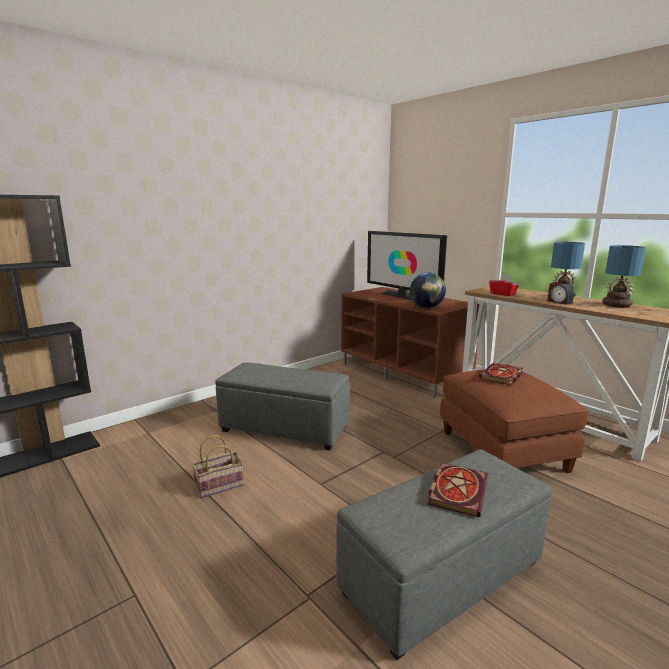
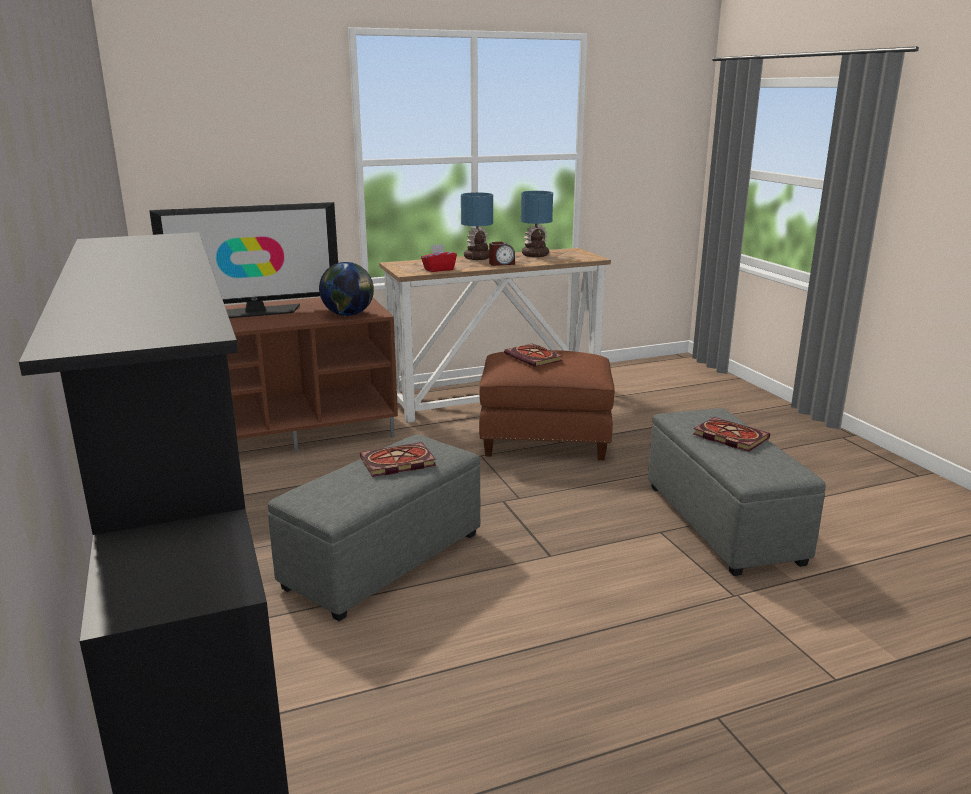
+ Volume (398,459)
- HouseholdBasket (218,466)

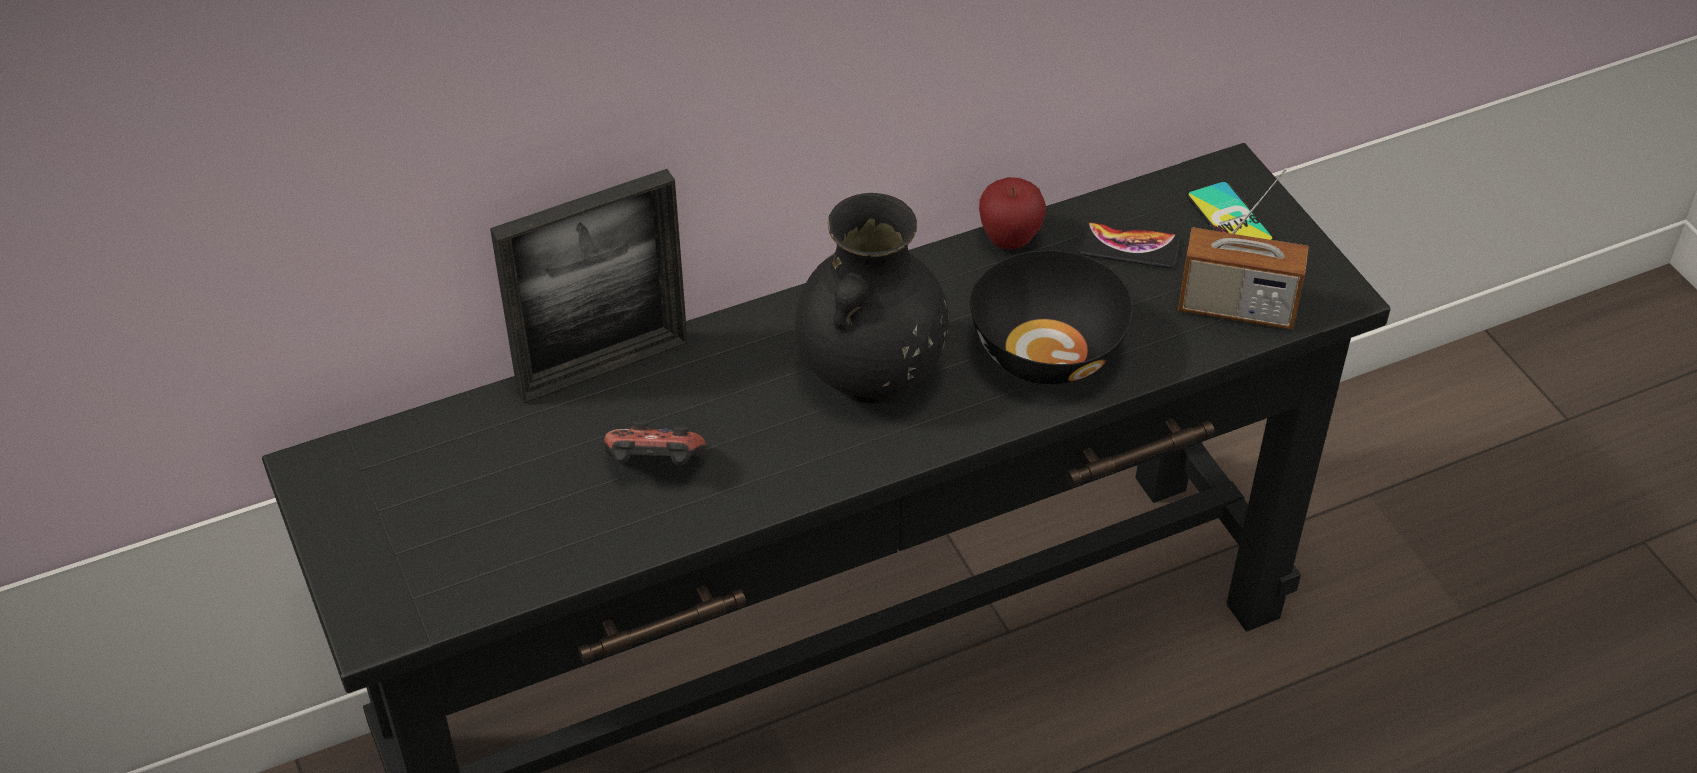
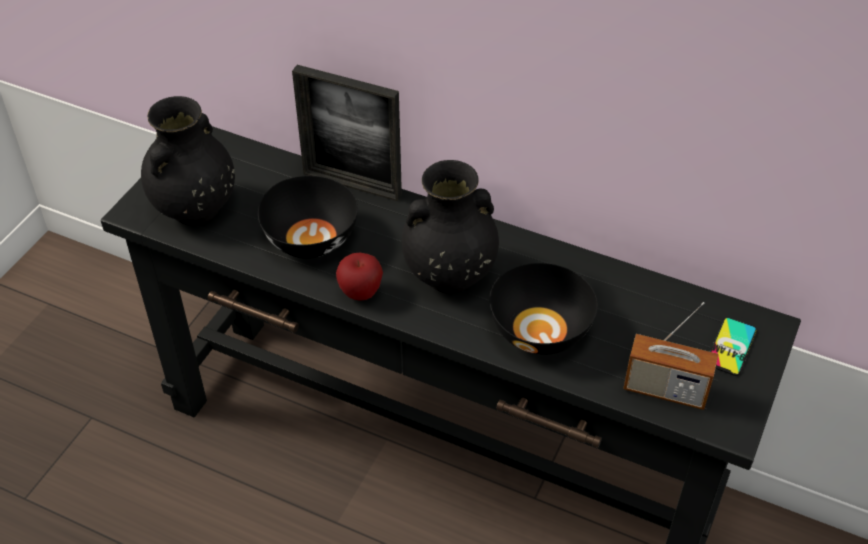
+ BlackFlowerVase (188,160)
~ Joypad (655,443) to BlackServingBowl (308,217)
~ Apple (1012,213) to (359,277)
~ RadioReceiver (1243,249) = (670,356) 45 degrees counterclockwise
- Phone (1128,244)

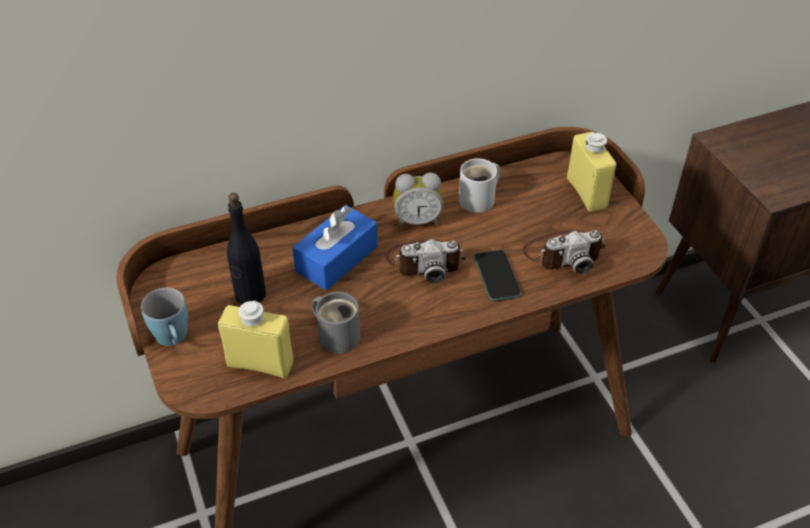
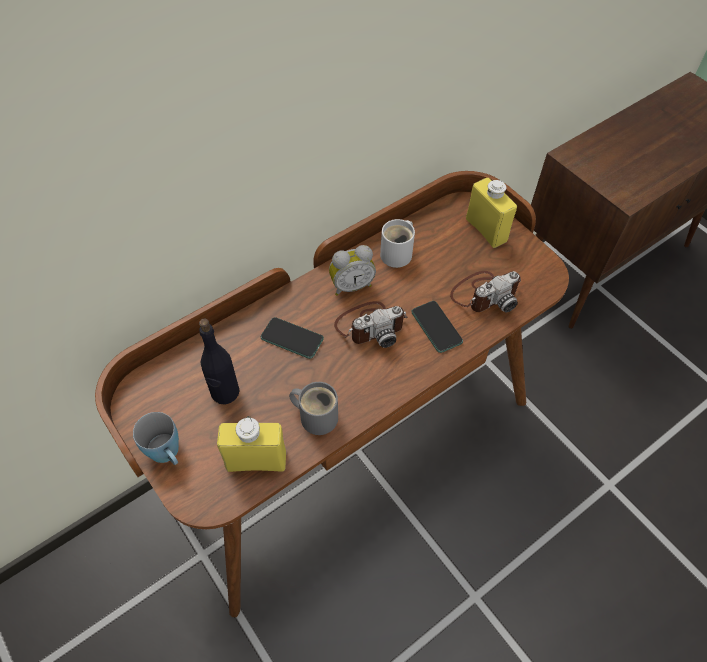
~ BlueTissueHolder (335,247) to Phone (292,338)

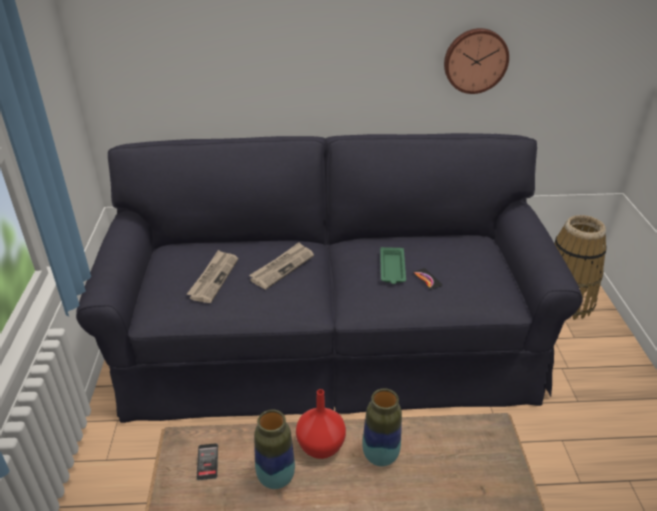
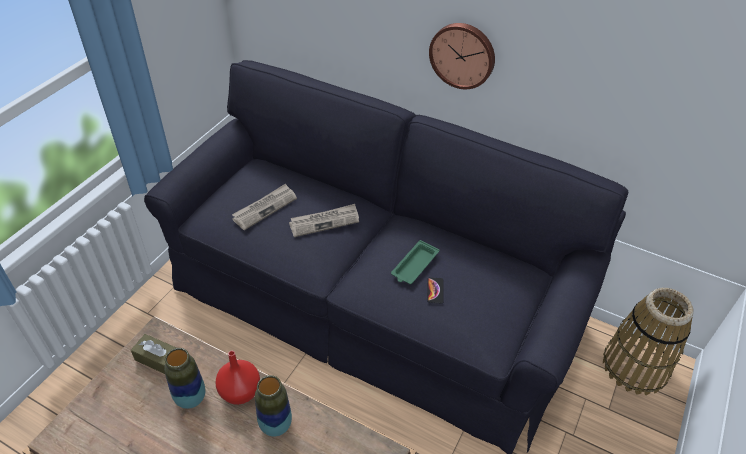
~ Phone (207,461) to BrownishTissueHolder (153,354)
~ WallClock (476,61) to (462,56)

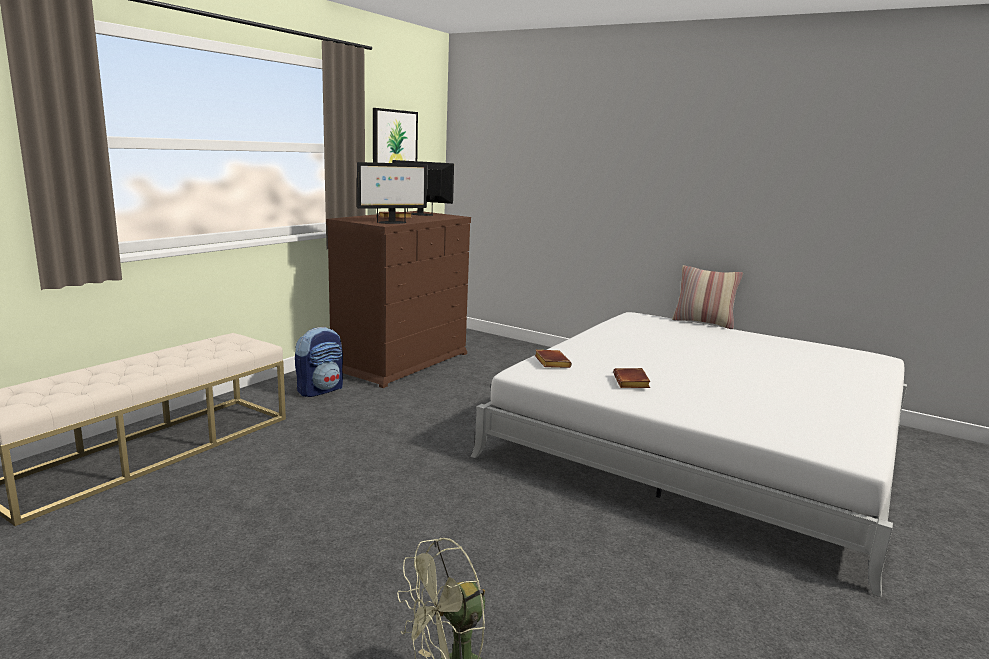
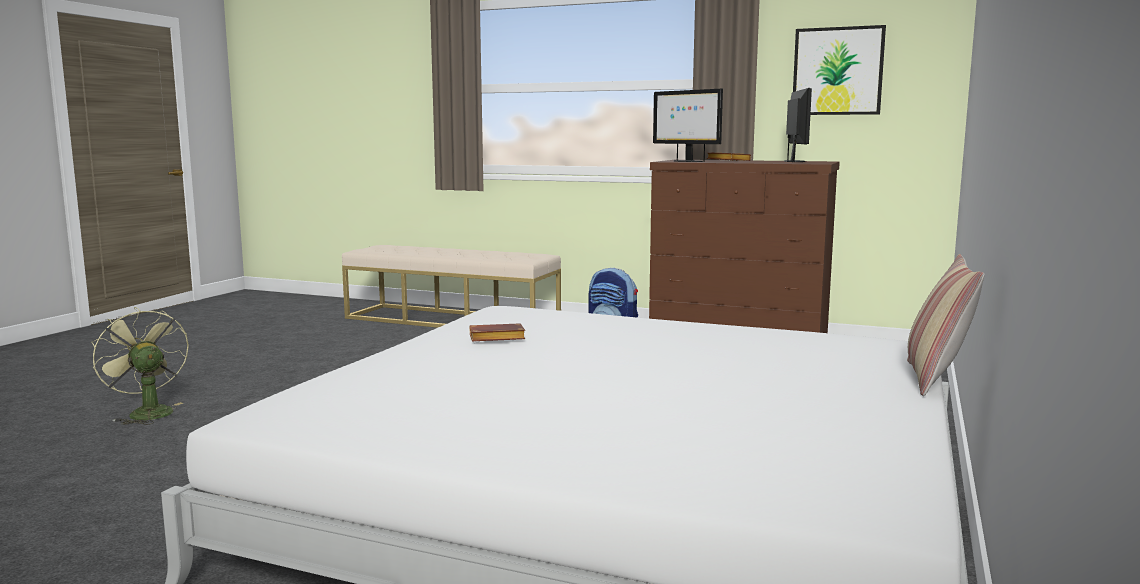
- BrownishVolume (553,359)

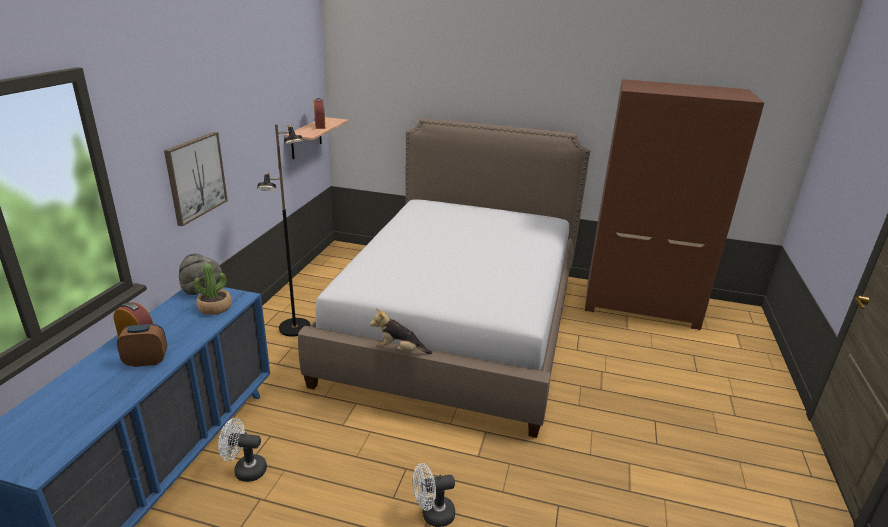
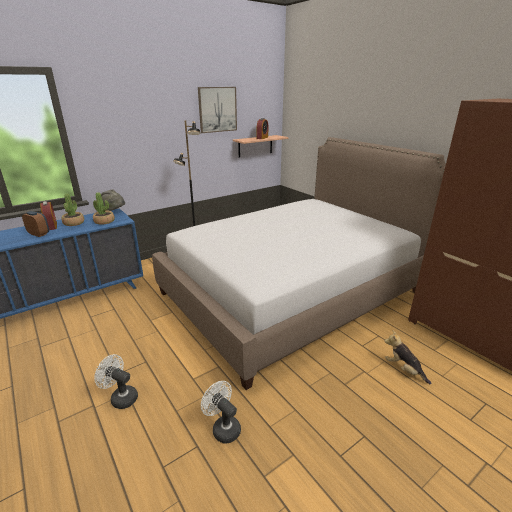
+ Houseplant (72,209)
~ WallArt (196,179) to (217,110)
~ WhiteColouredFan (242,450) to (221,412)
~ PlushToy (401,331) to (408,357)

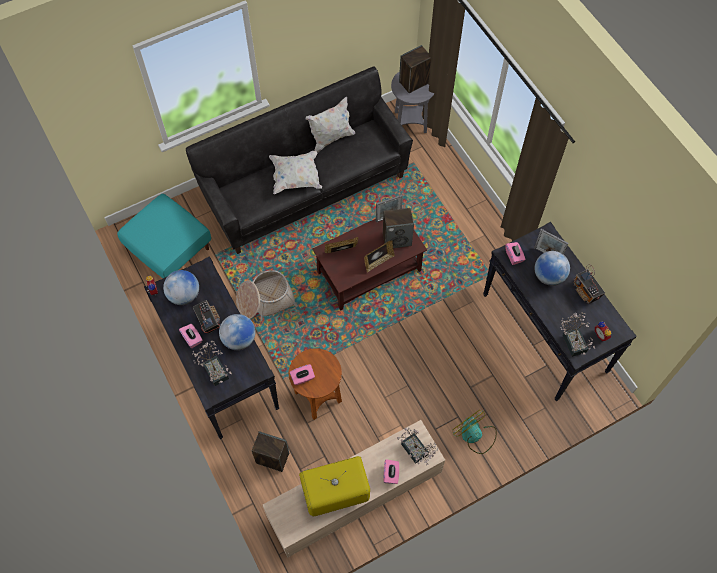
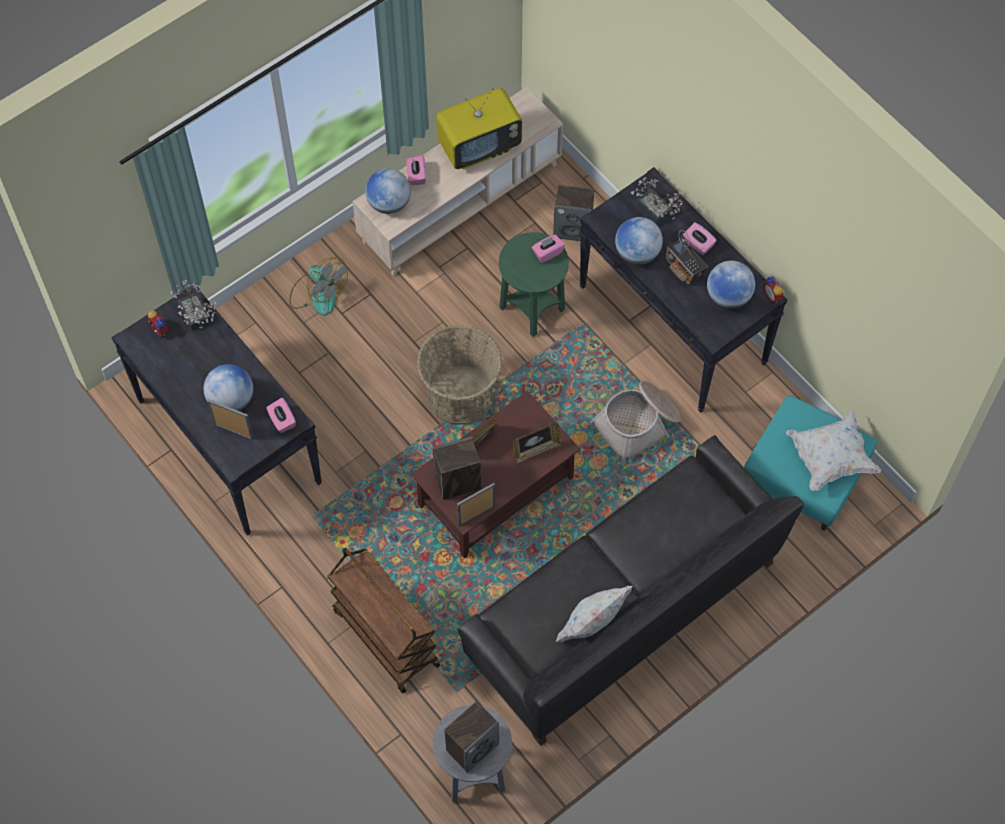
+ BrownishWheeledCart (383,620)
~ Houseplant (417,446) to DeskGlobe (388,191)
+ HouseholdBasket (459,374)
~ BrownishEndTable (315,384) to GreenishEndTable (534,284)
~ WhiteColouredPillow (295,172) to (833,451)
- RadioReceiver (589,284)

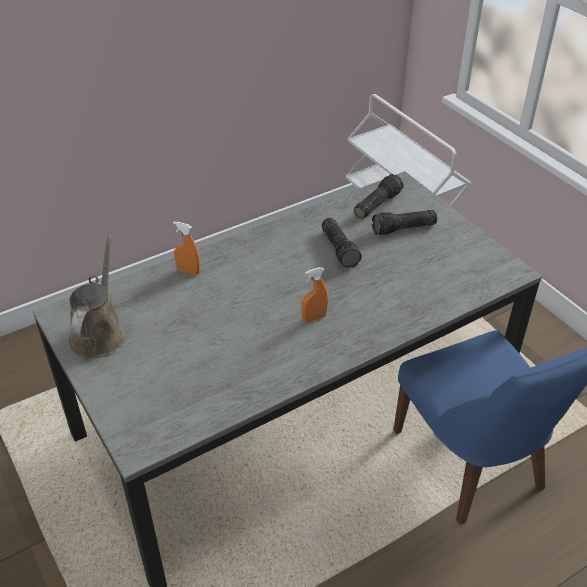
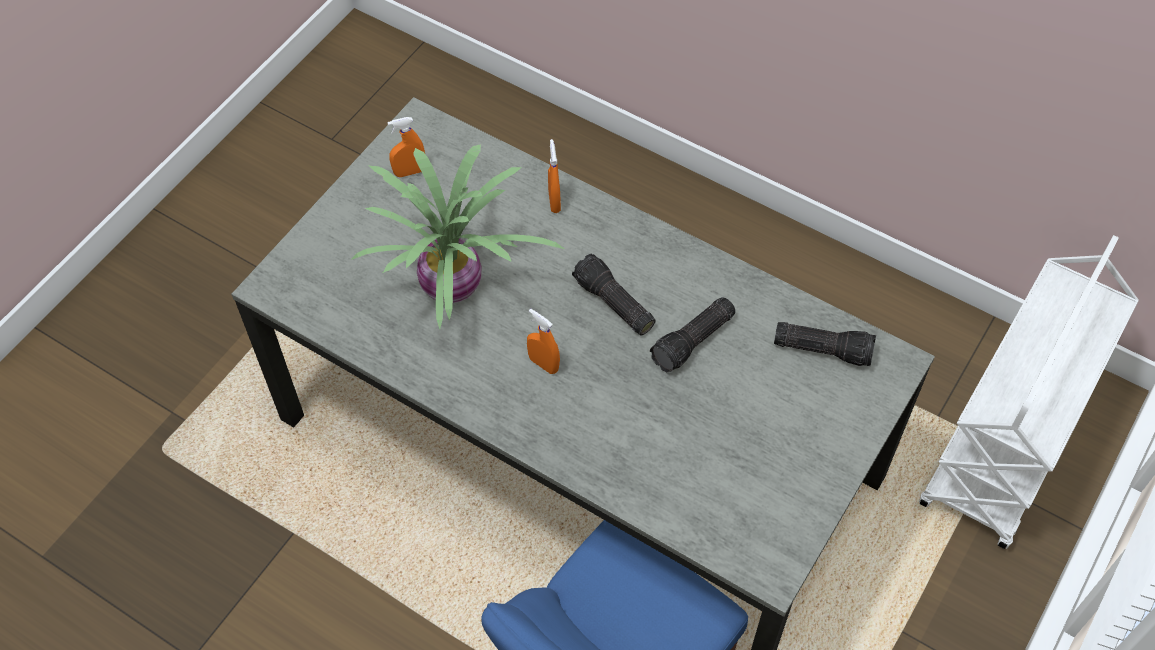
+ Houseplant (457,236)
~ BrownishWateringPot (97,295) to OrangeHandSprayer (406,147)
~ Torch (404,222) to (614,295)

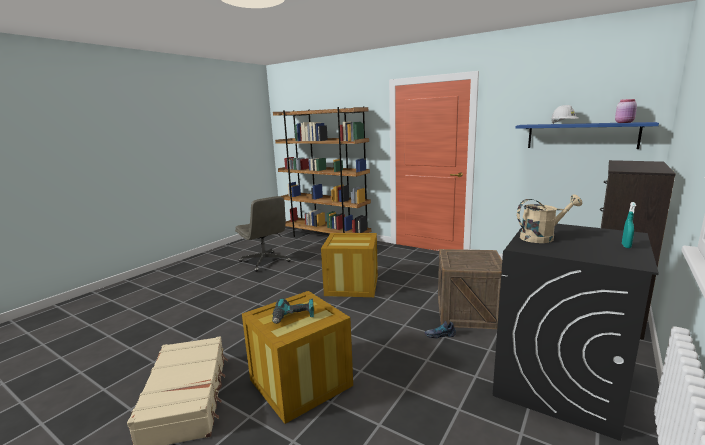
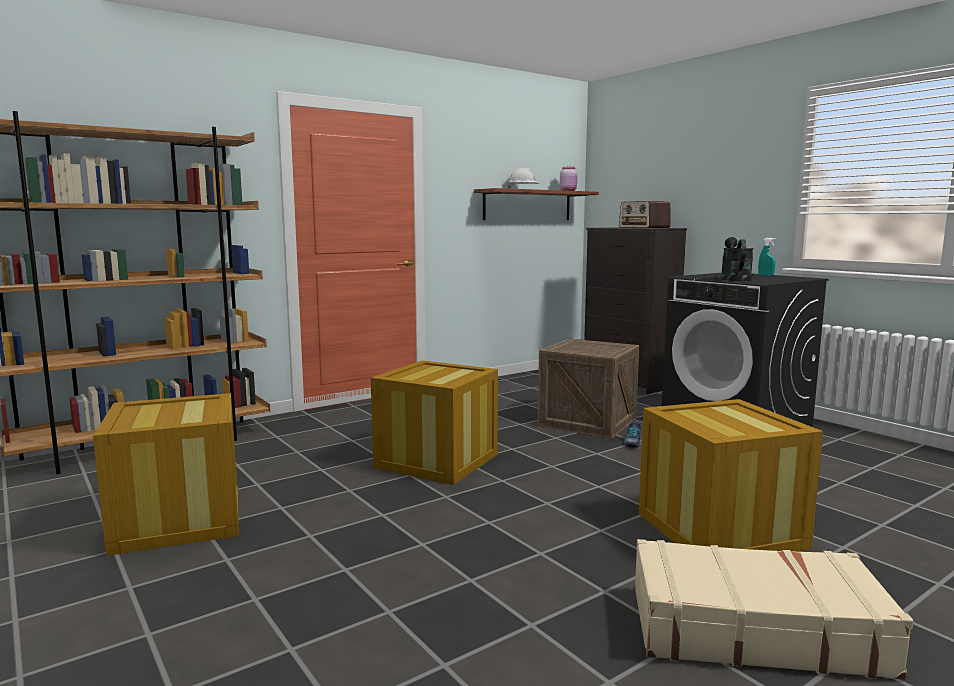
~ GreyComputerChair (263,234) to ShippingCrate (166,474)
~ BlueBracketShelf (587,135) to BrownishBracketShelf (536,204)
+ RadioReceiver (645,214)
~ BeigeColouredWateringPot (549,218) to BlackWateringPot (737,259)
- PowerDrill (293,311)

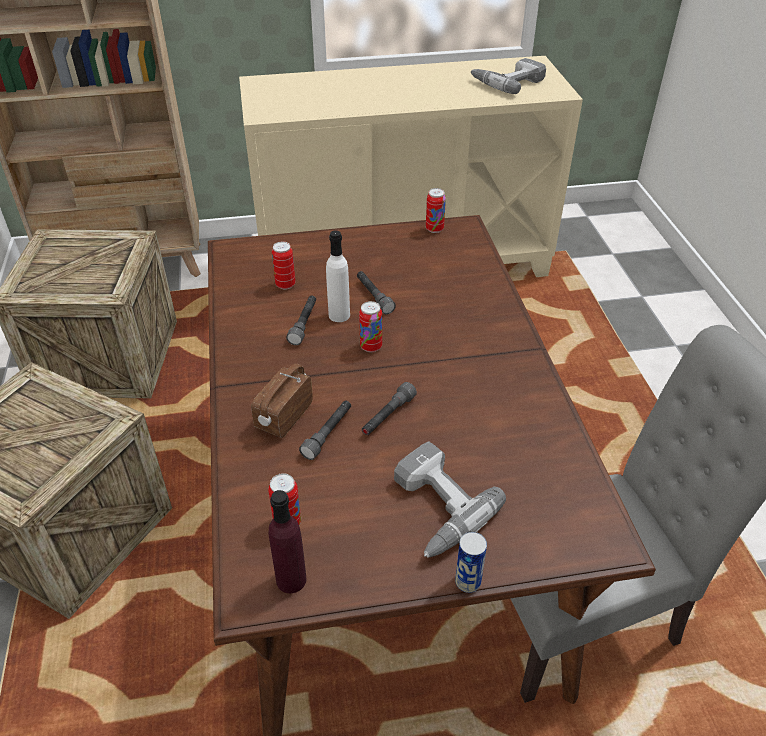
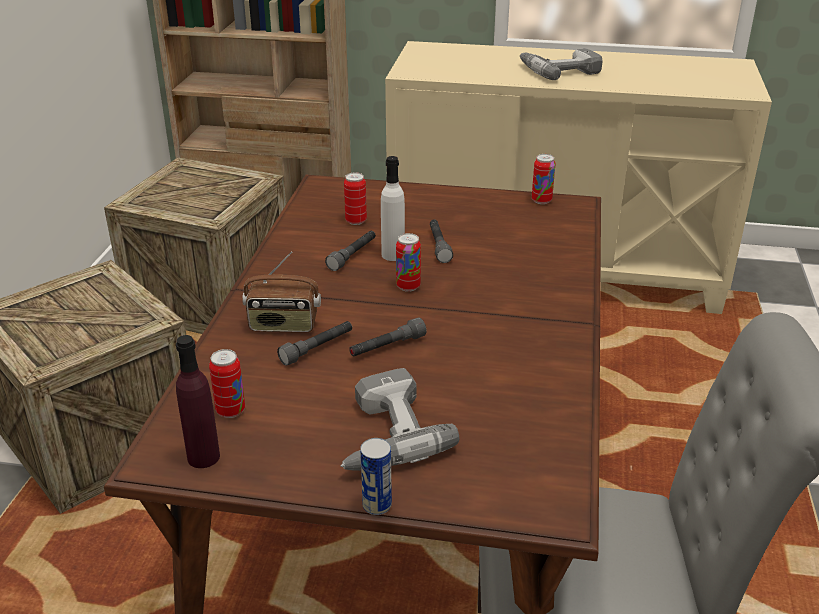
~ RadioReceiver (282,401) = (281,292) 135 degrees counterclockwise
~ PowerDrill (508,76) to (561,64)

